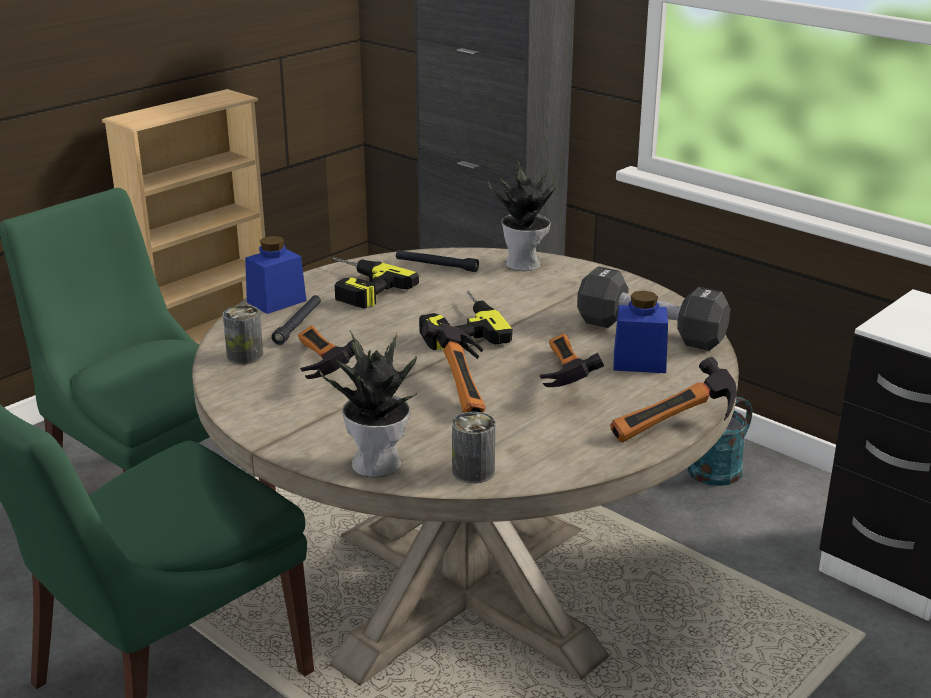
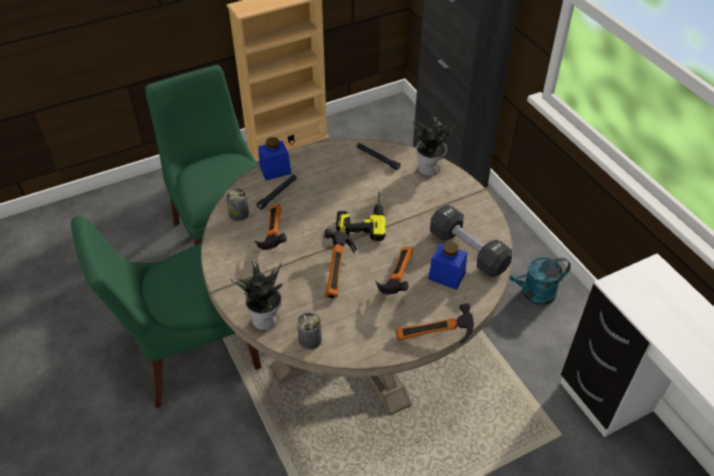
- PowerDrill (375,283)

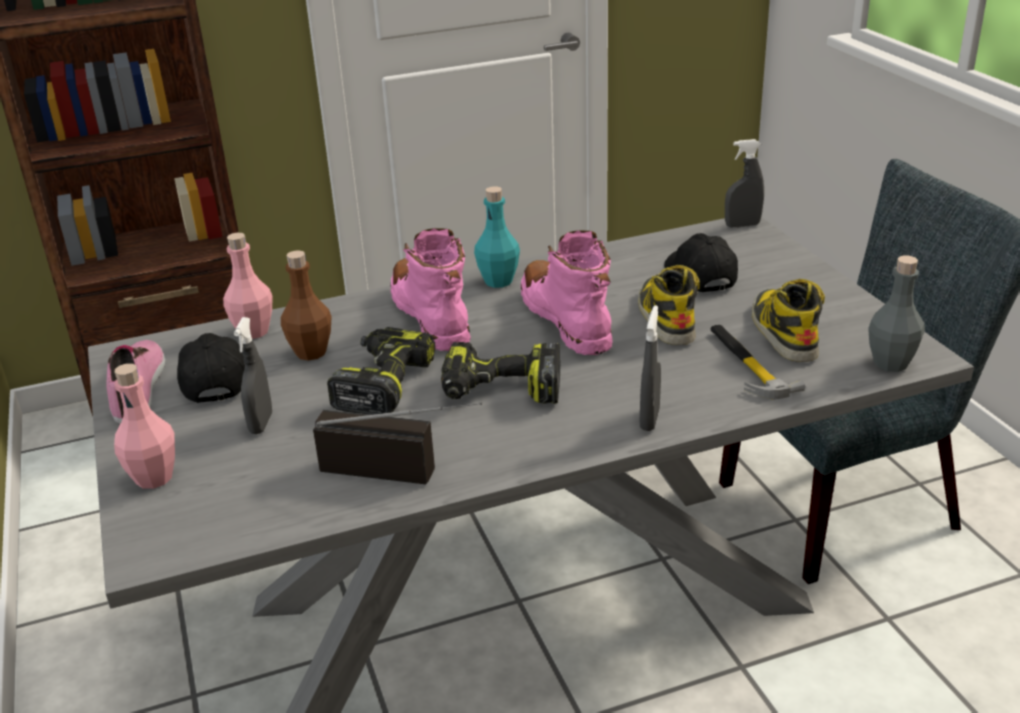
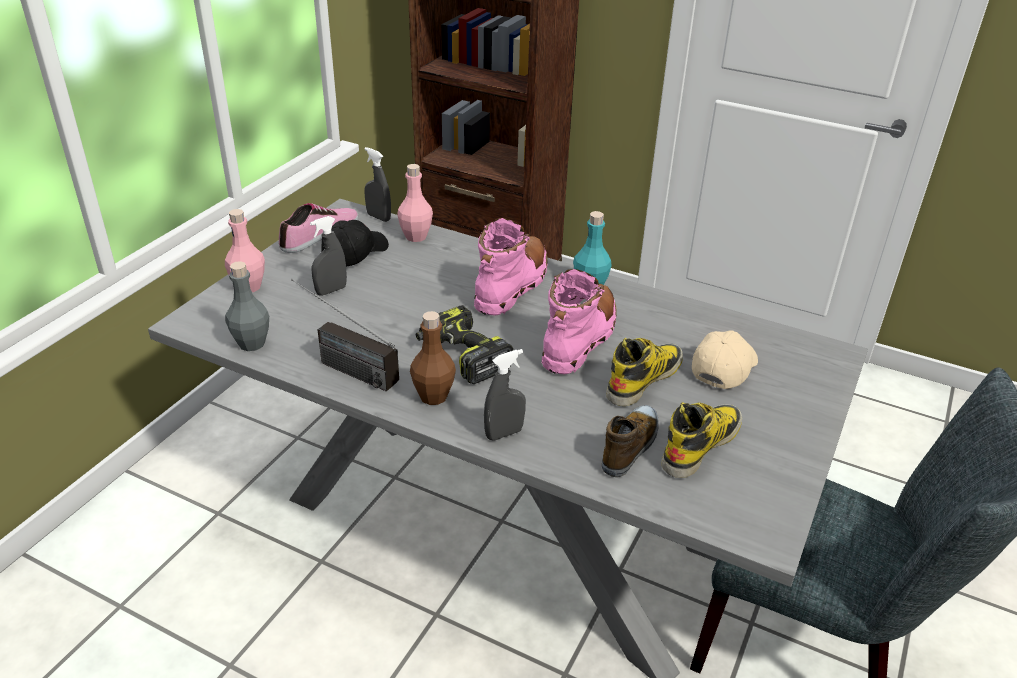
~ GreyBottle (896,313) to (247,306)
~ RadioReceiver (398,443) = (345,335) 150 degrees clockwise
~ GreyHandSprayer (744,183) to (377,184)
~ BrownishBottle (306,305) to (433,358)
~ Hammer (757,362) to LowShoe (630,441)
~ BlackBaseballCap (701,263) to BeigeColouredBaseballCap (725,359)
- PowerDrill (381,371)

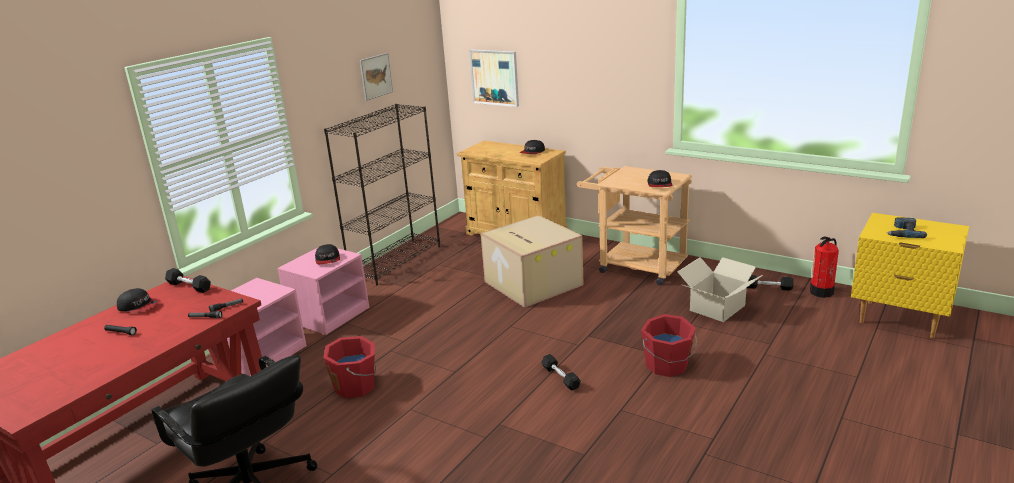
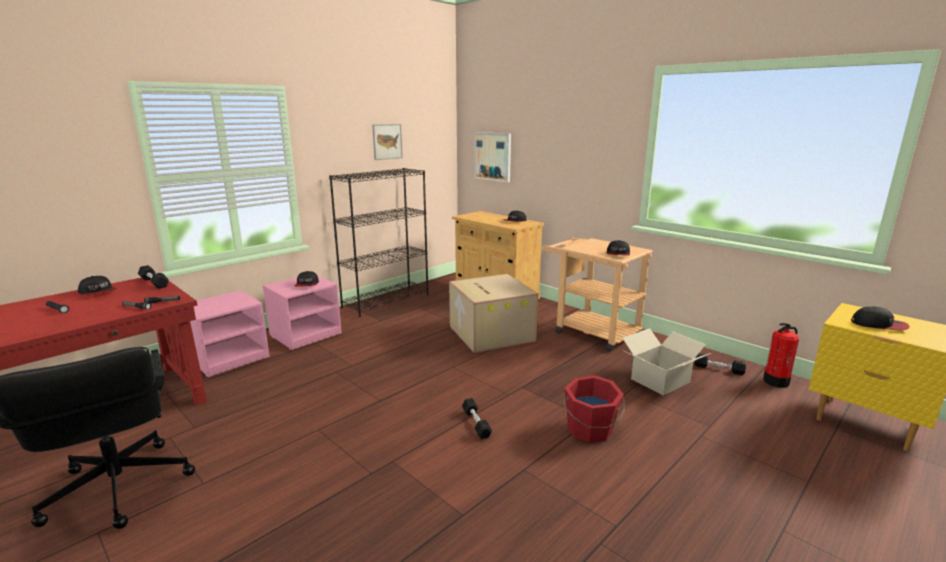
~ PowerDrill (907,227) to BaseballCap (880,318)
- RedColouredWaterBucket (349,367)

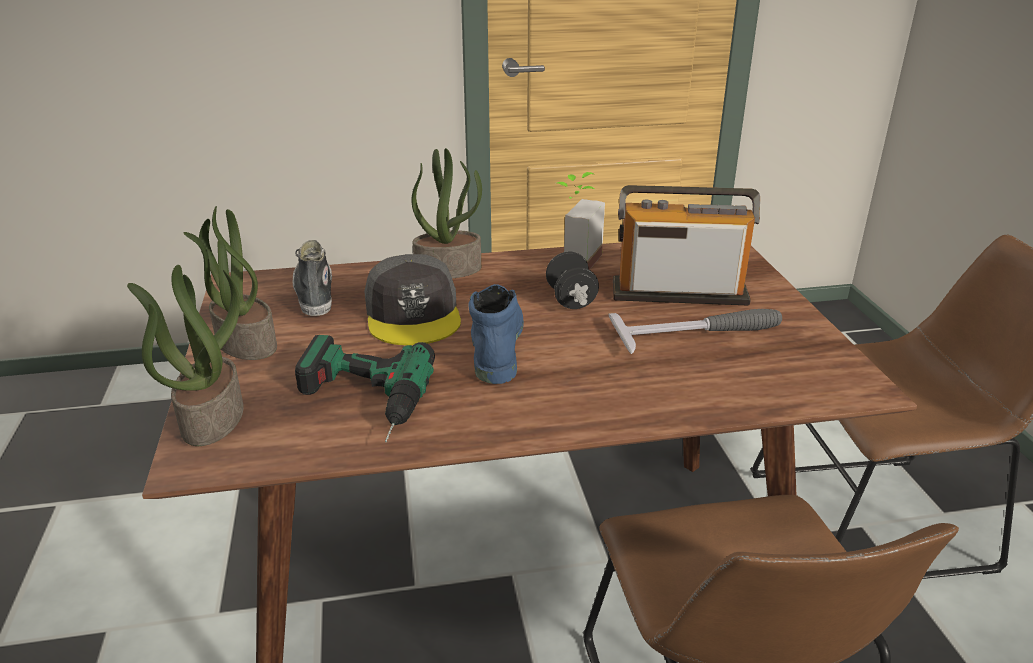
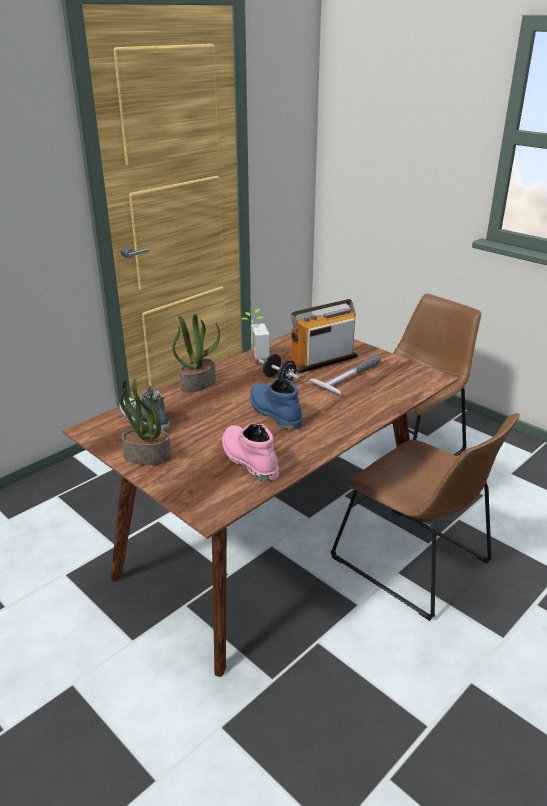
~ PowerDrill (365,388) to PinkTallBoot (250,452)
- Houseplant (185,355)
- GreyBaseballCap (412,299)

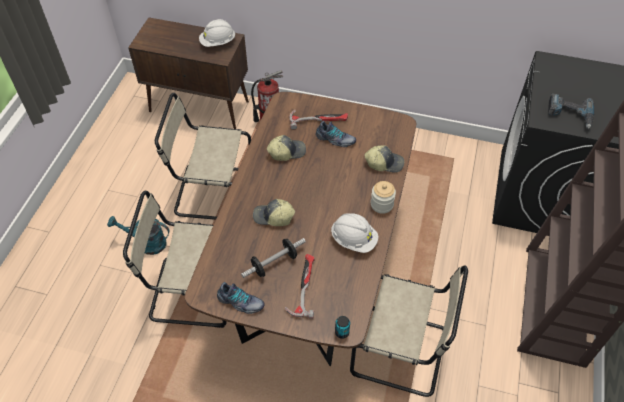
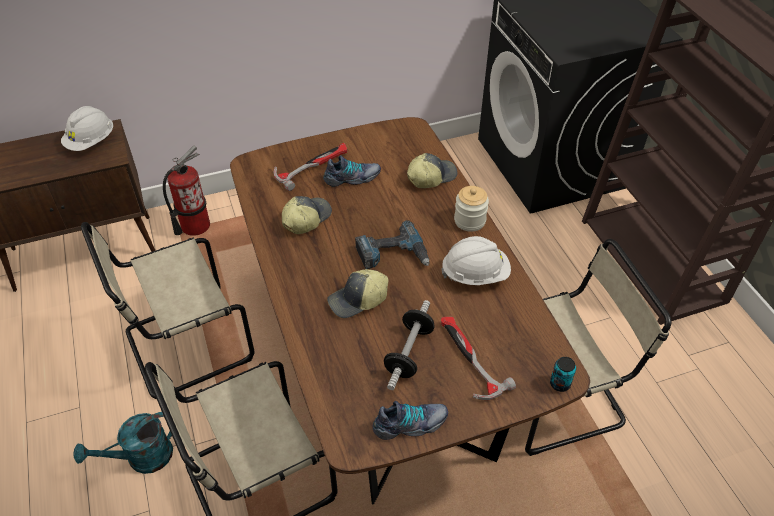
~ PowerDrill (571,111) to (392,244)

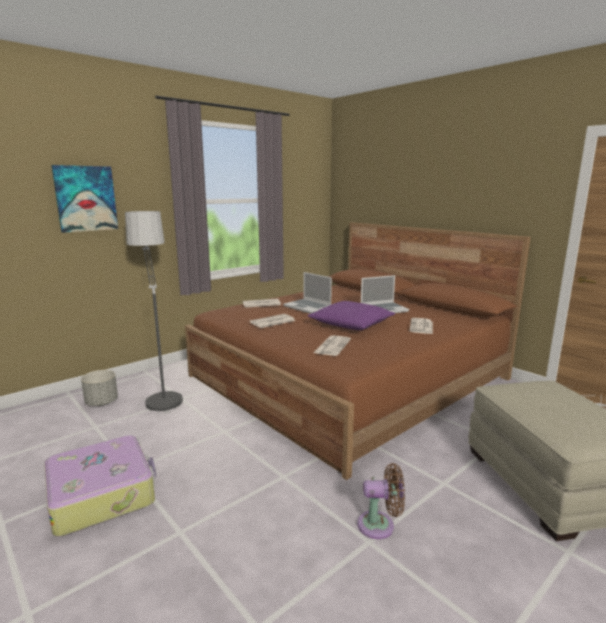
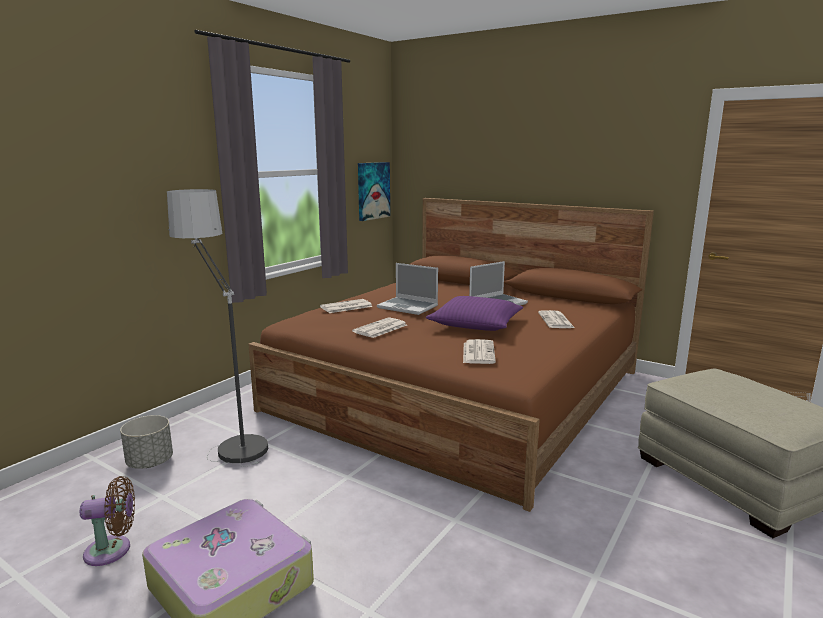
~ BrownishFan (381,501) to (107,521)
~ WallArt (85,199) to (374,191)

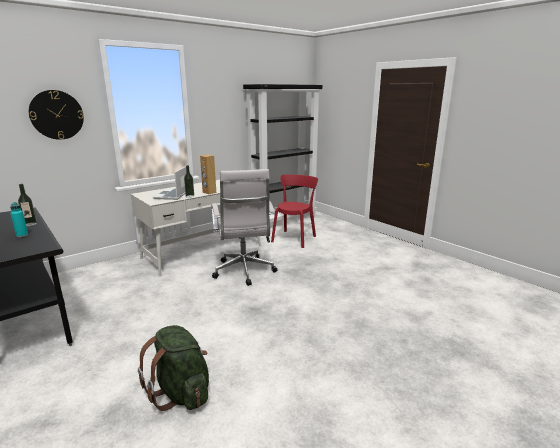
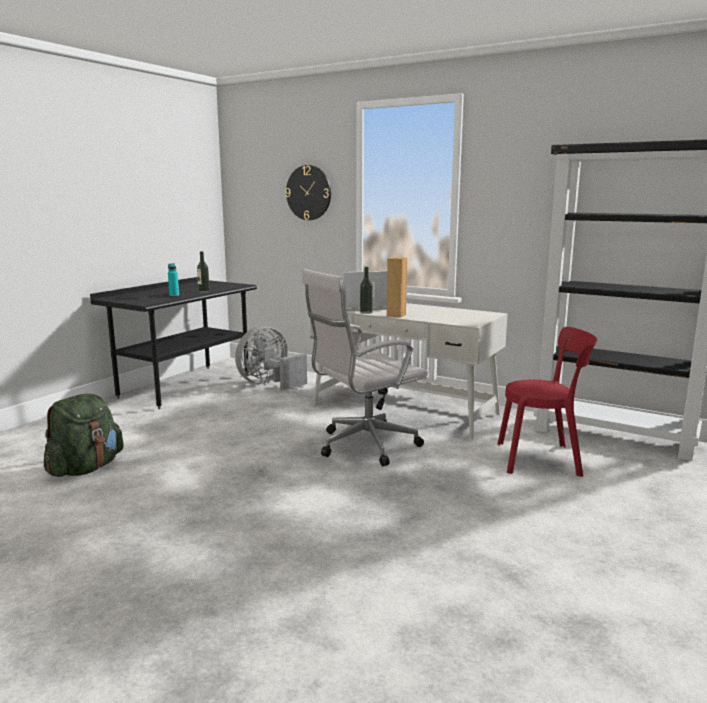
+ GreyFan (271,358)

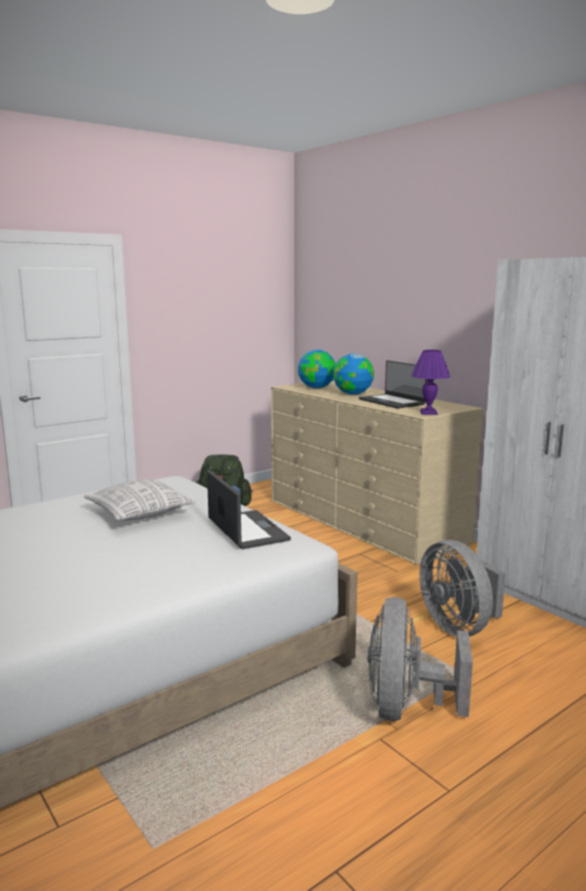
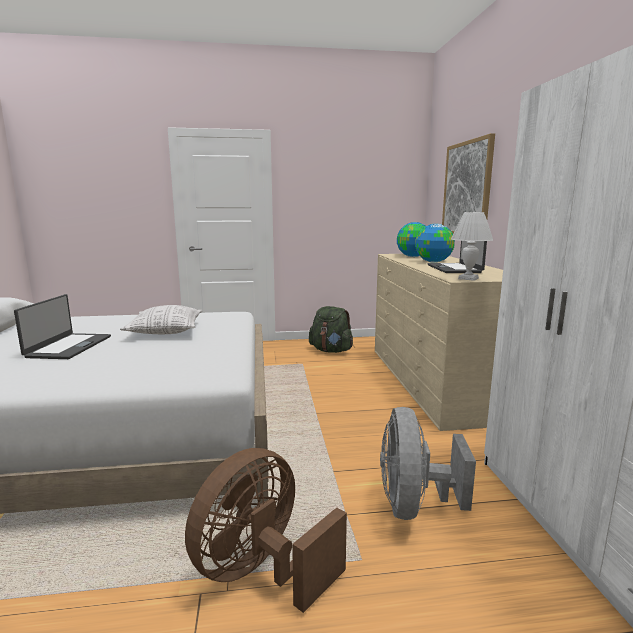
~ PortableComputer (249,509) to (62,326)
~ GreyFan (420,659) to BrownishFan (266,530)
+ WallArt (468,183)
~ PurplishLampForATable (430,382) to WhiteColouredLampForATable (472,246)

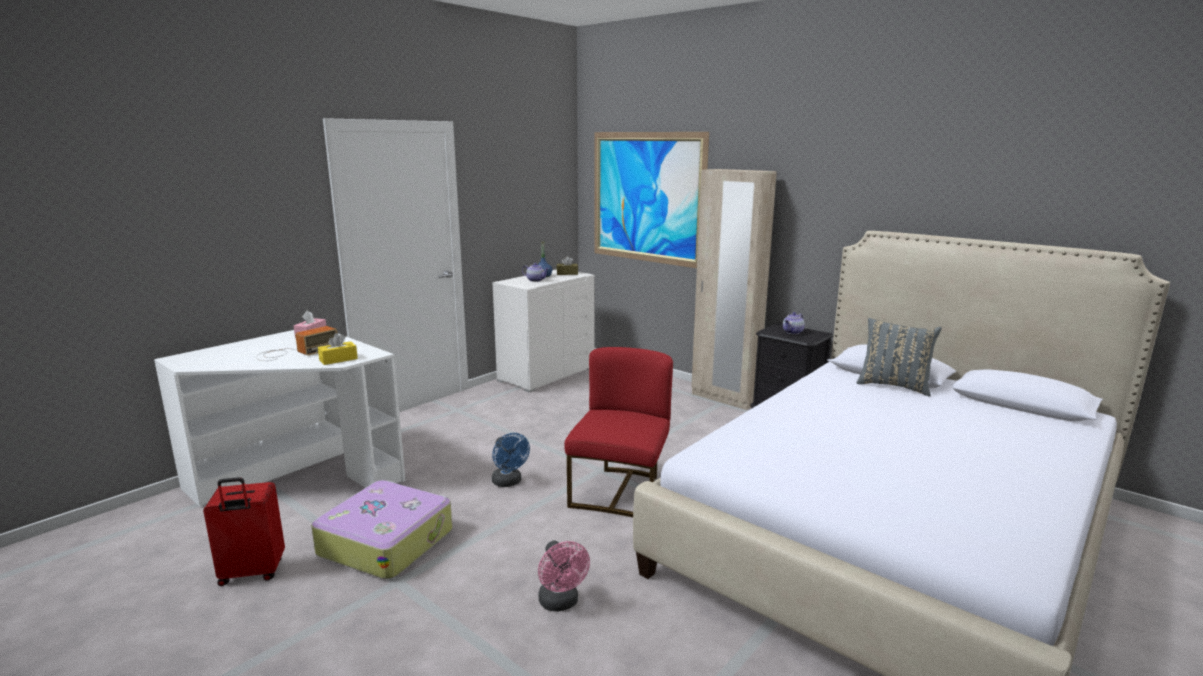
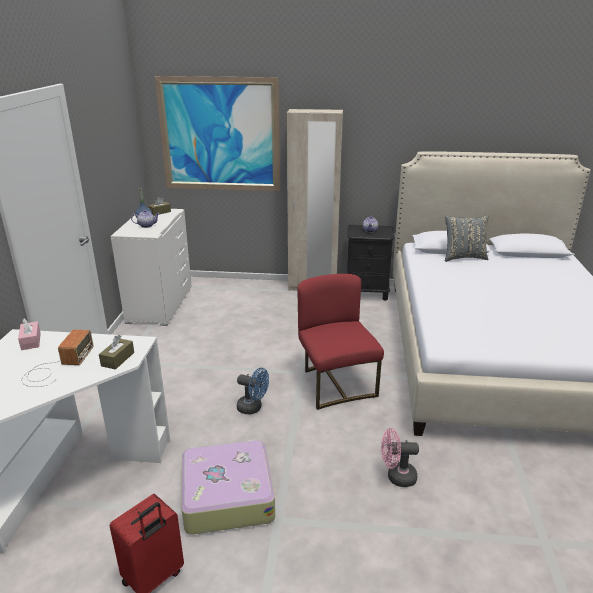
~ YellowTissueHolder (338,349) to BrownishTissueHolder (116,352)
~ PinkFan (564,576) = (400,457) 150 degrees clockwise

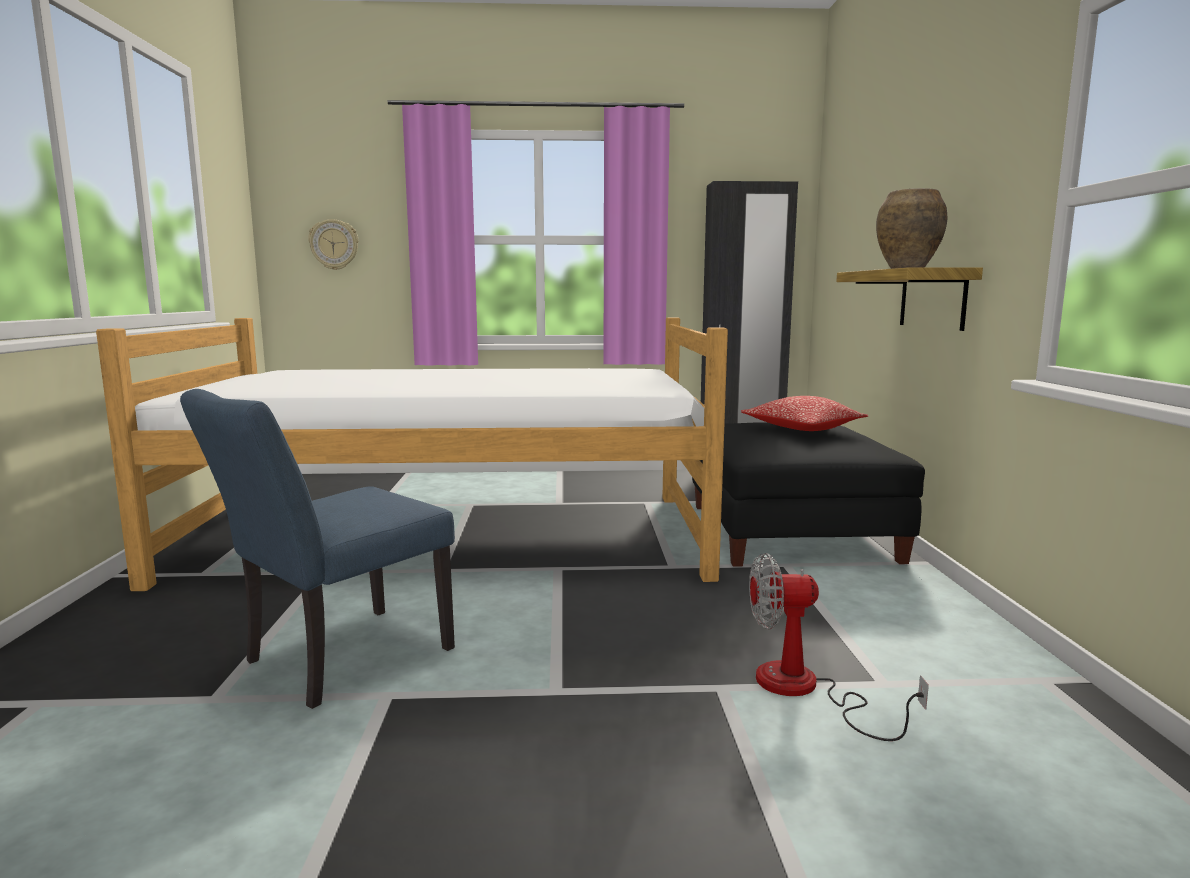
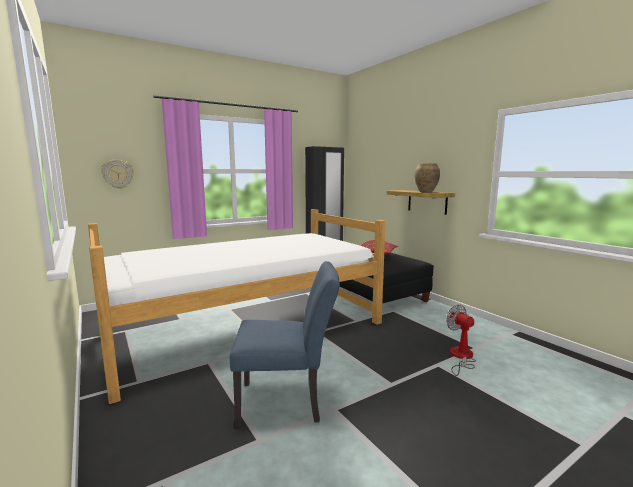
~ BlueUprightChair (317,549) = (285,344) 105 degrees counterclockwise
~ Fan (839,647) = (461,340) 90 degrees clockwise

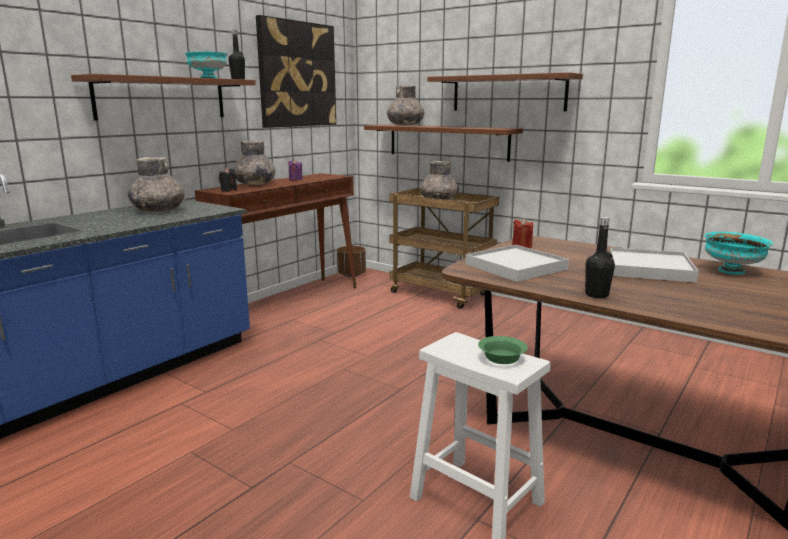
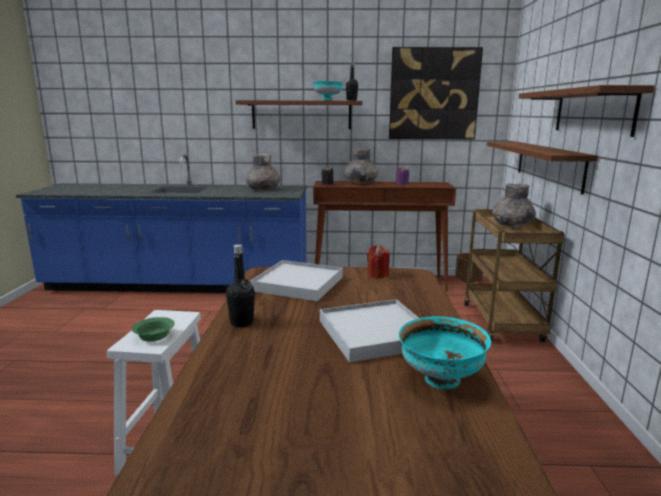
- GreyFlowerVase (405,106)

